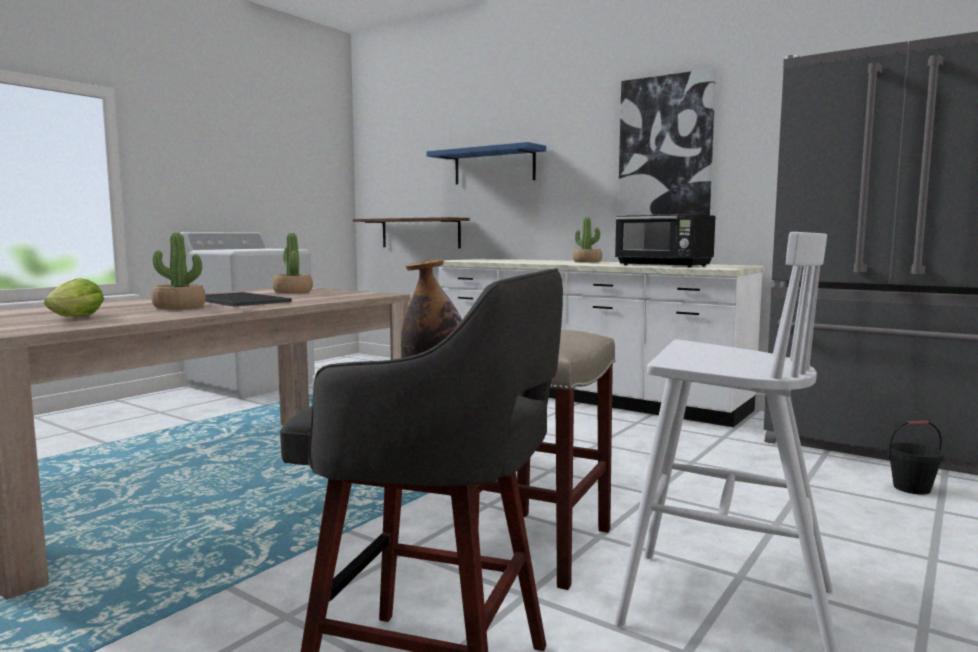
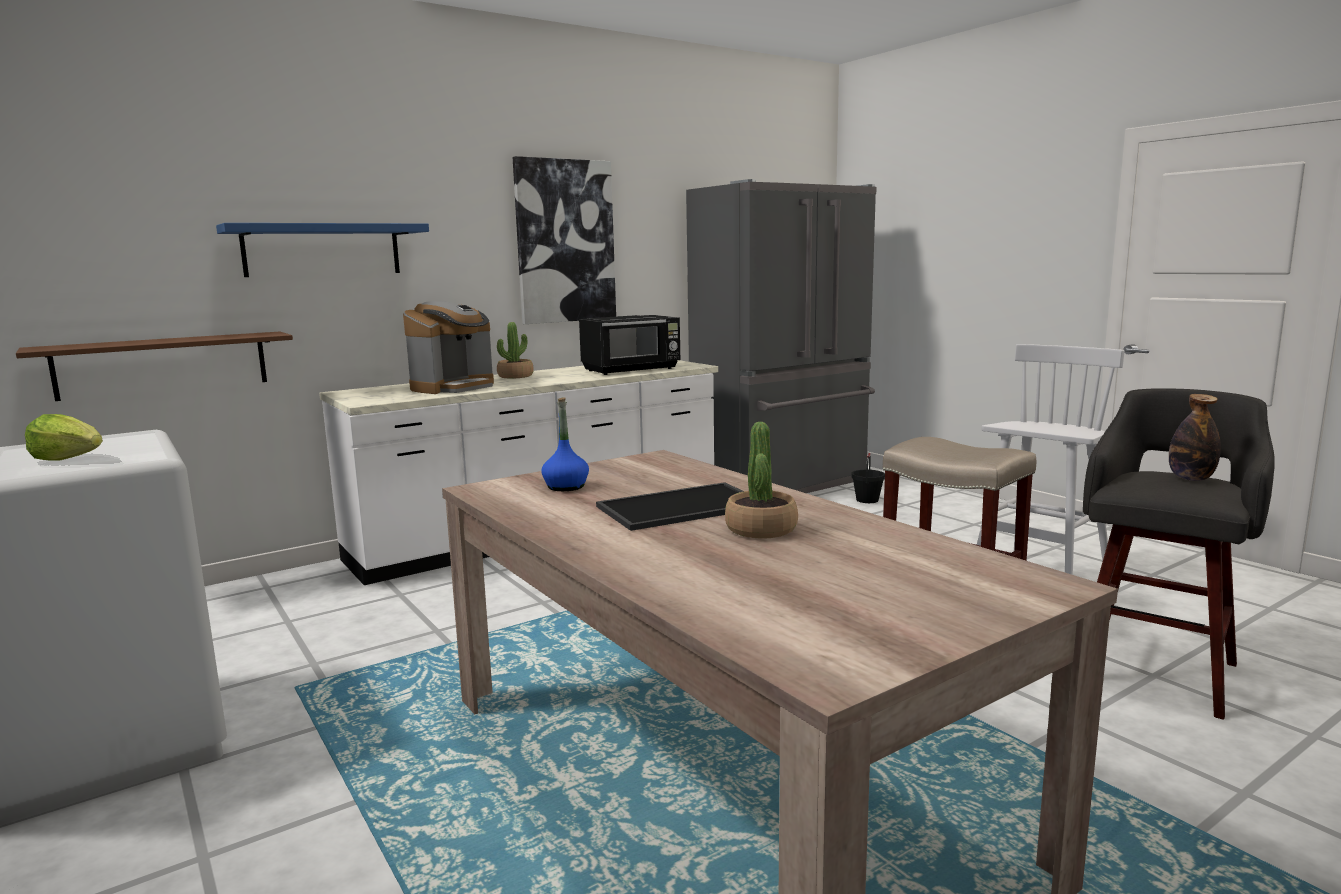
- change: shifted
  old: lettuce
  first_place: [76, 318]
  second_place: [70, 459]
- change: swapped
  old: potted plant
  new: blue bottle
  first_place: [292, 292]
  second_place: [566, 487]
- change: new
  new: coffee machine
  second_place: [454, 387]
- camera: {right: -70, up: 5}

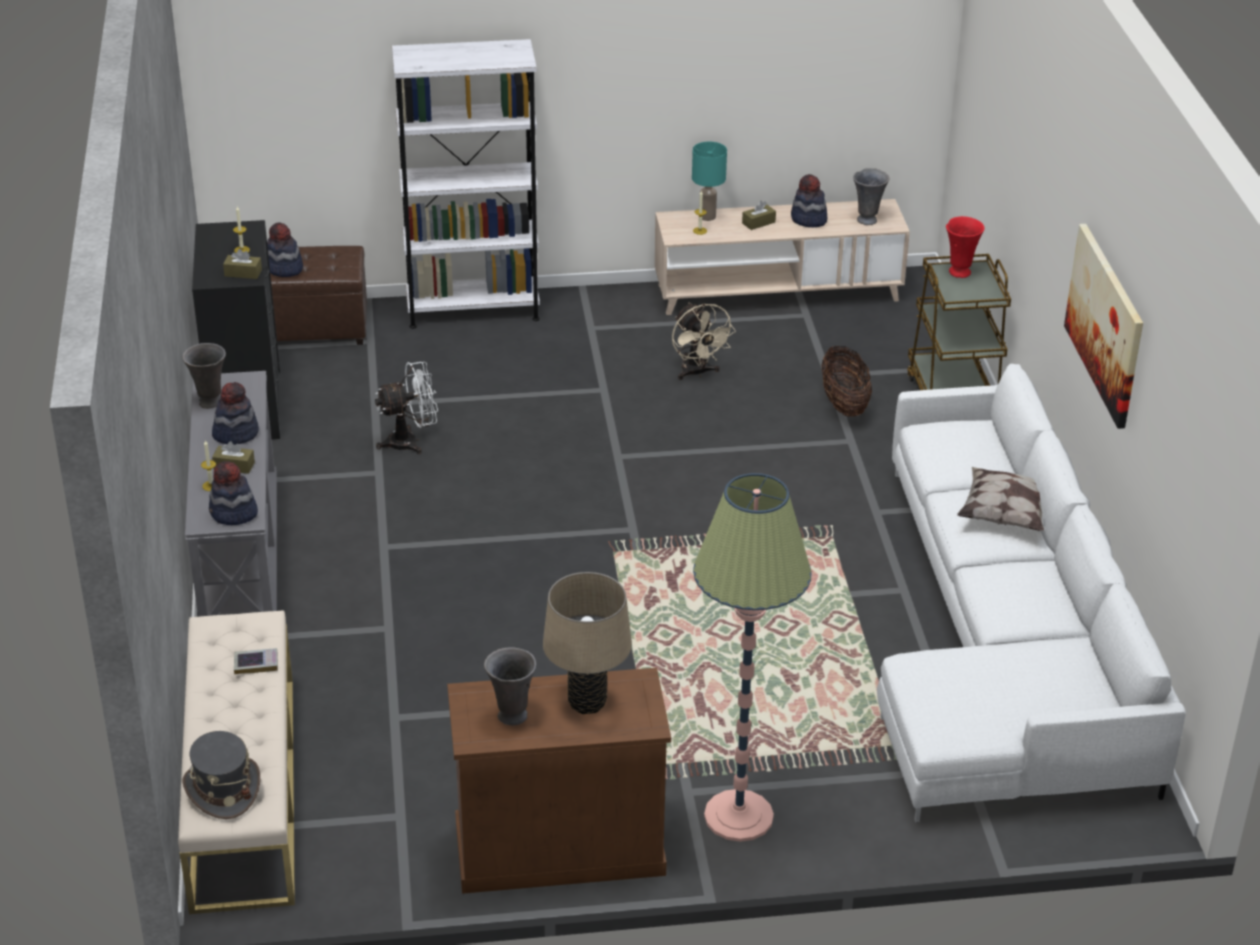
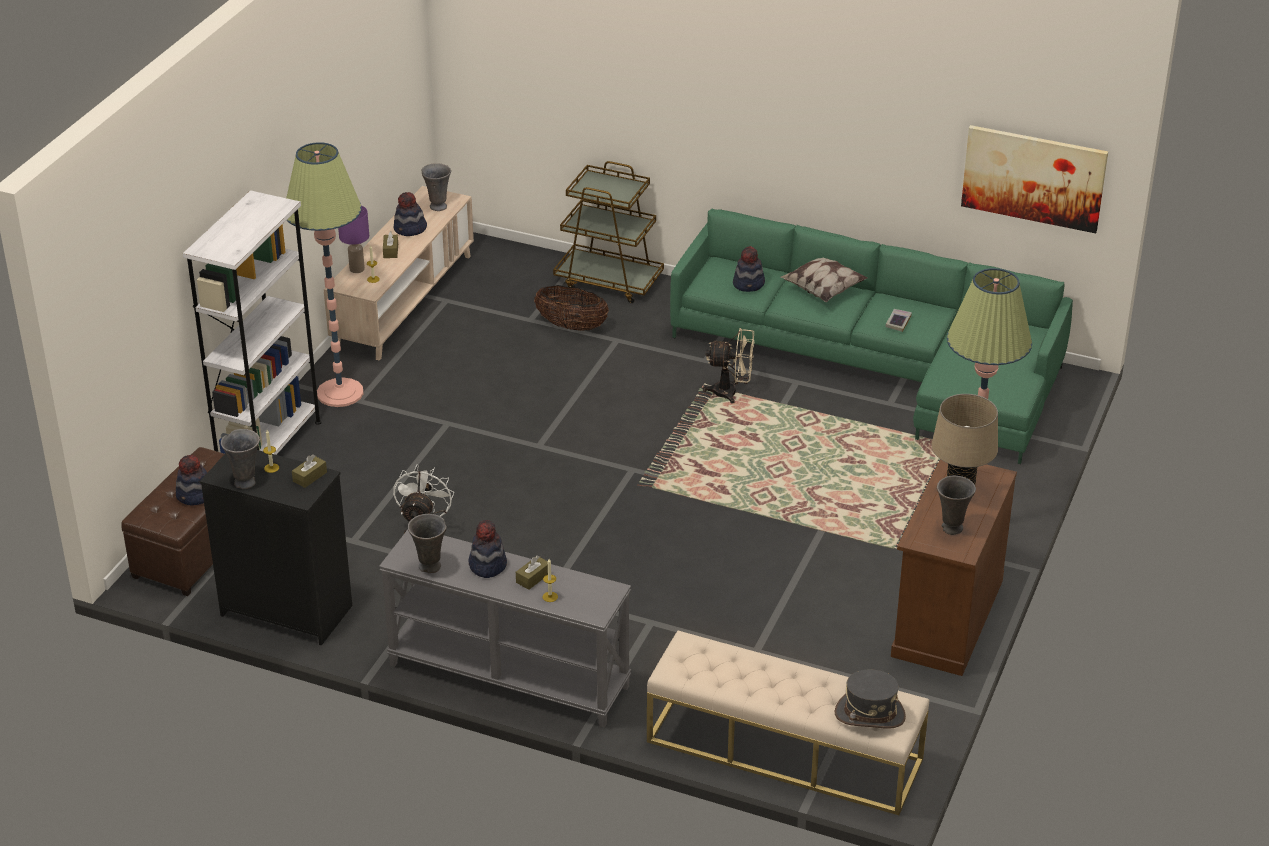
- change: shifted
  old: hat
  first_place: [233, 513]
  second_place: [749, 284]
- change: shifted
  old: book
  first_place: [256, 664]
  second_place: [898, 322]
- change: shifted
  old: beige fan
  first_place: [697, 373]
  second_place: [731, 392]
- change: repainted
  old: turquoise table lamp
  new: purple table lamp
  first_place: [707, 216]
  second_place: [356, 269]
- change: repainted
  old: white sofa
  new: green sofa
  first_place: [1003, 644]
  second_place: [881, 366]
- change: gone
  old: red vase
  first_place: [959, 271]
- change: shifted
  old: picture
  first_place: [1105, 324]
  second_place: [1033, 178]
- change: new
  new: grey vase
  second_place: [245, 482]
- change: new
  new: floor lamp
  second_place: [340, 393]
- camera: {right: -60, up: 0}

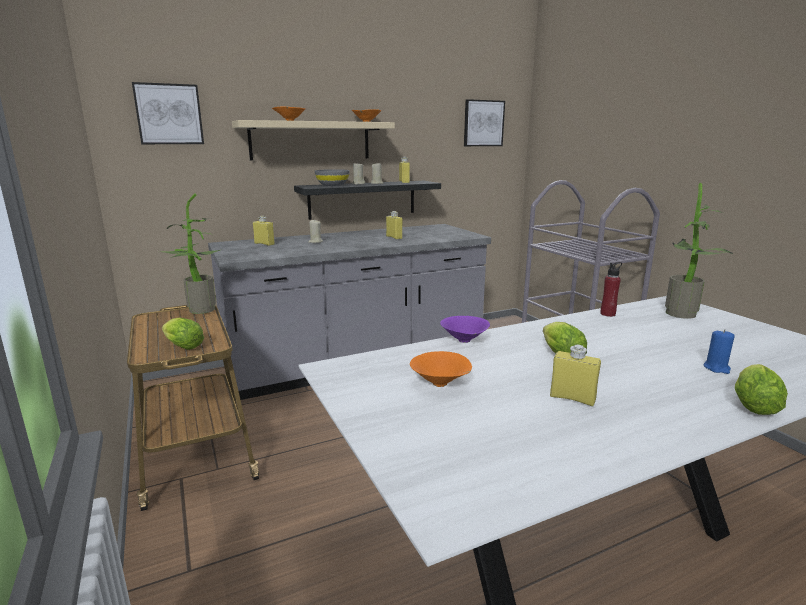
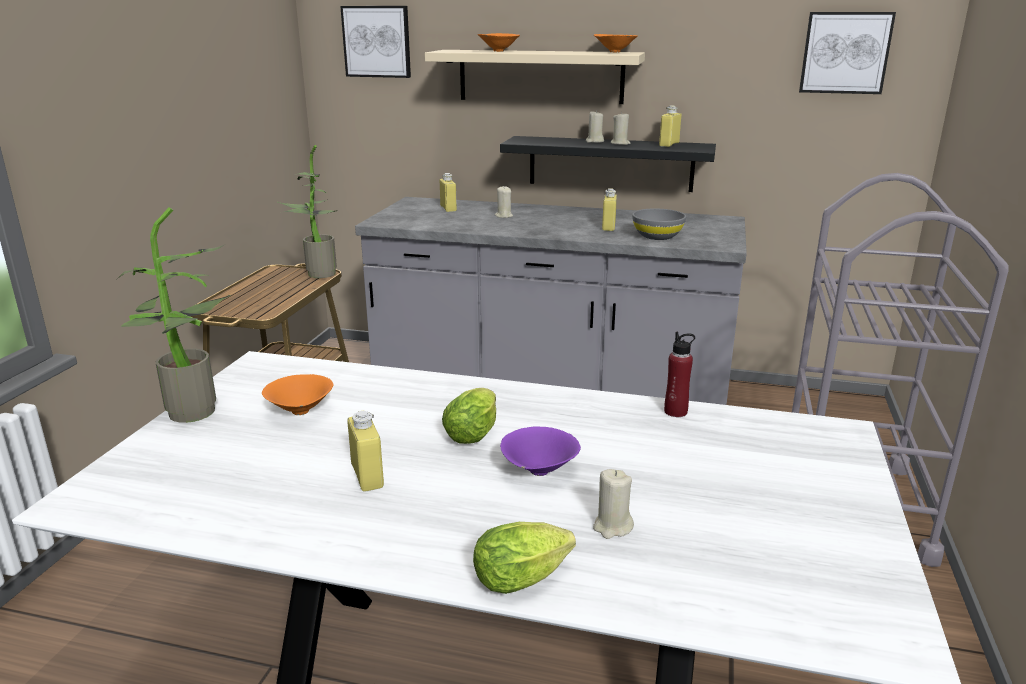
- change: gone
  old: lettuce
  first_place: [181, 346]
- change: shifted
  old: grey bowl
  first_place: [332, 185]
  second_place: [657, 236]
- change: shifted
  old: purple bowl
  first_place: [464, 341]
  second_place: [538, 472]
- change: shifted
  old: potted plant
  first_place: [686, 315]
  second_place: [190, 415]
- change: repainted
  old: blue candle
  new: beige candle
  first_place: [716, 368]
  second_place: [612, 527]
- camera: {right: 40, up: 5}

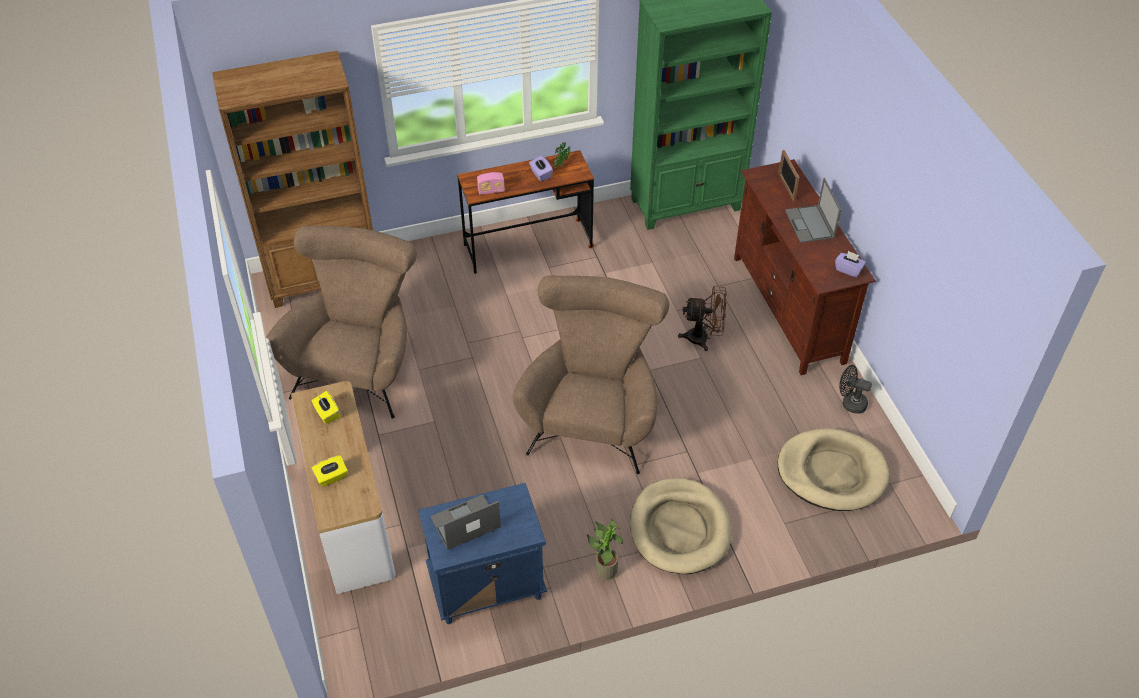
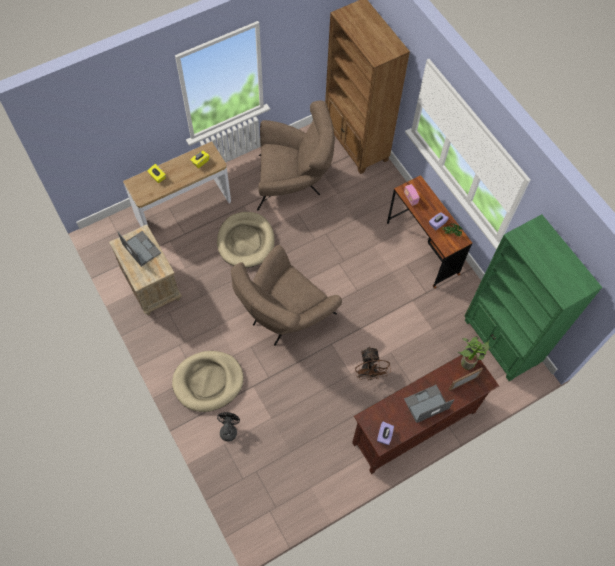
- change: repainted
  old: blue nightstand
  new: beige nightstand
  first_place: [485, 586]
  second_place: [151, 285]
- change: rotated
  old: brown armchair
  first_place: [592, 415]
  second_place: [284, 316]
  degrees: 135
- change: shifted
  old: potted plant
  first_place: [603, 569]
  second_place: [468, 361]
- change: shifted
  old: beige dog bed
  first_place: [832, 472]
  second_place: [246, 241]
- change: shifted
  old: black fan
  first_place: [850, 403]
  second_place: [228, 430]
- camera: {right: 75, up: 15}

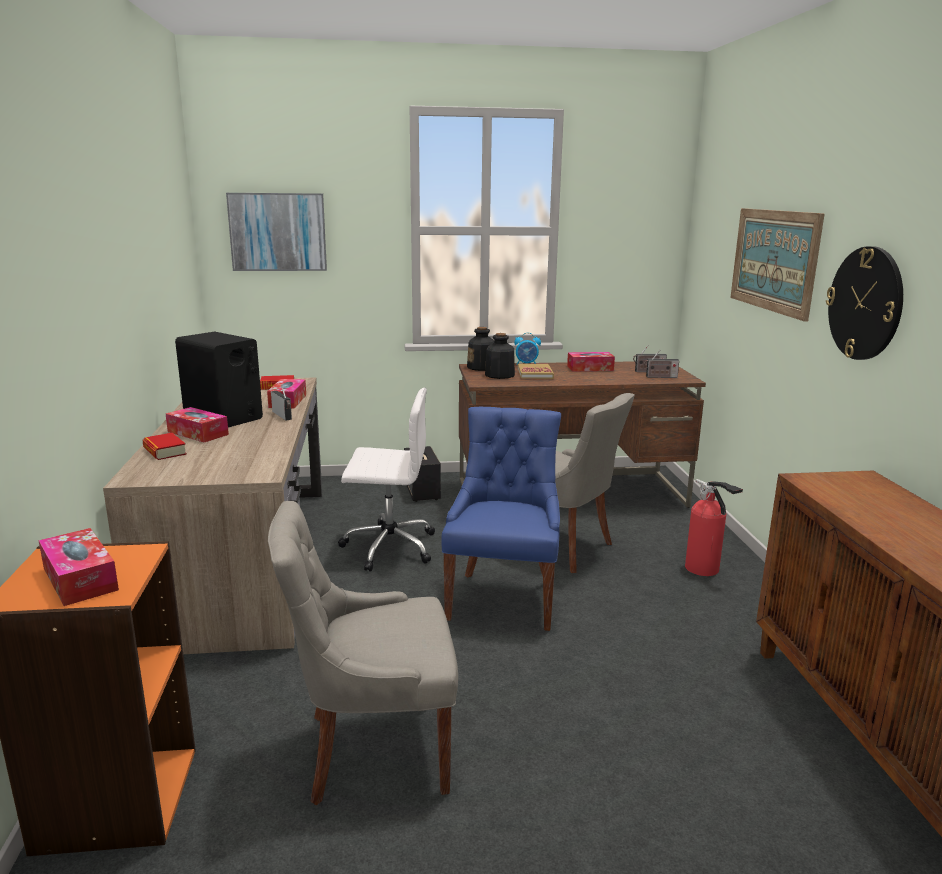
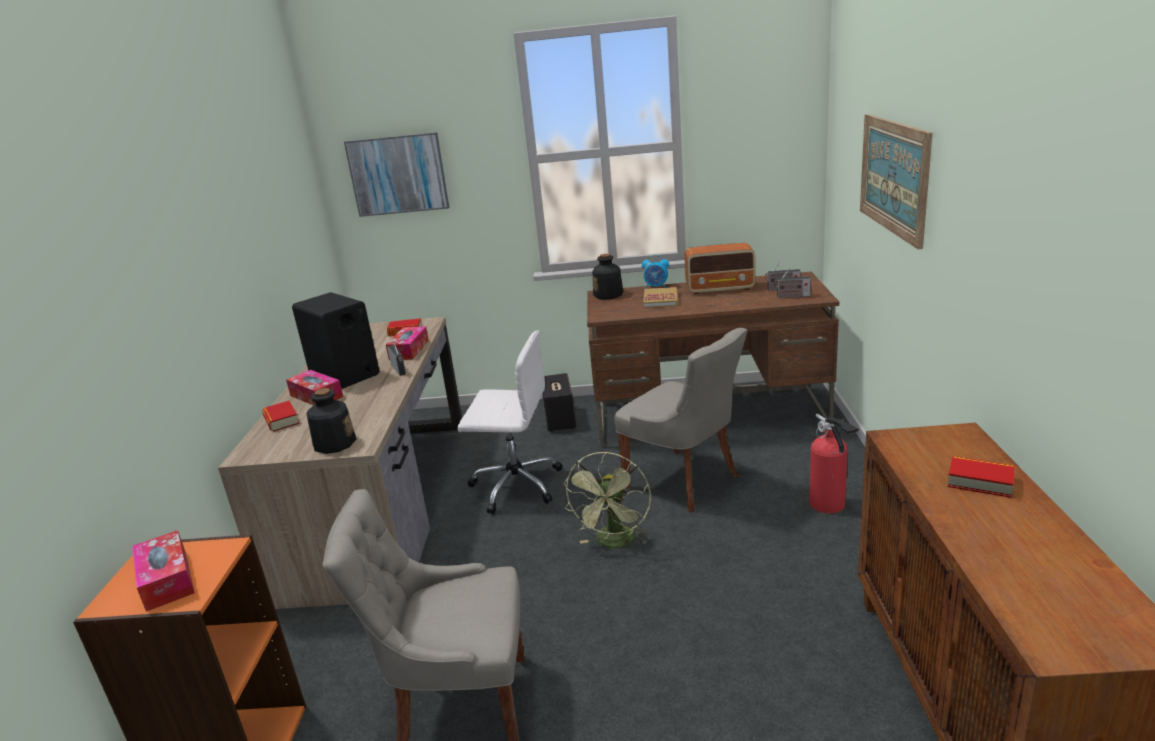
- change: swapped
  old: blue chair
  new: green fan
  first_place: [503, 598]
  second_place: [614, 543]
- change: shifted
  old: bottle
  first_place: [499, 375]
  second_place: [334, 443]
- change: swapped
  old: tissue box
  new: radio
  first_place: [590, 368]
  second_place: [721, 288]
- change: gone
  old: wall clock
  first_place: [865, 303]
- change: new
  new: book
  second_place: [980, 482]
- camera: {right: 10, up: 5}

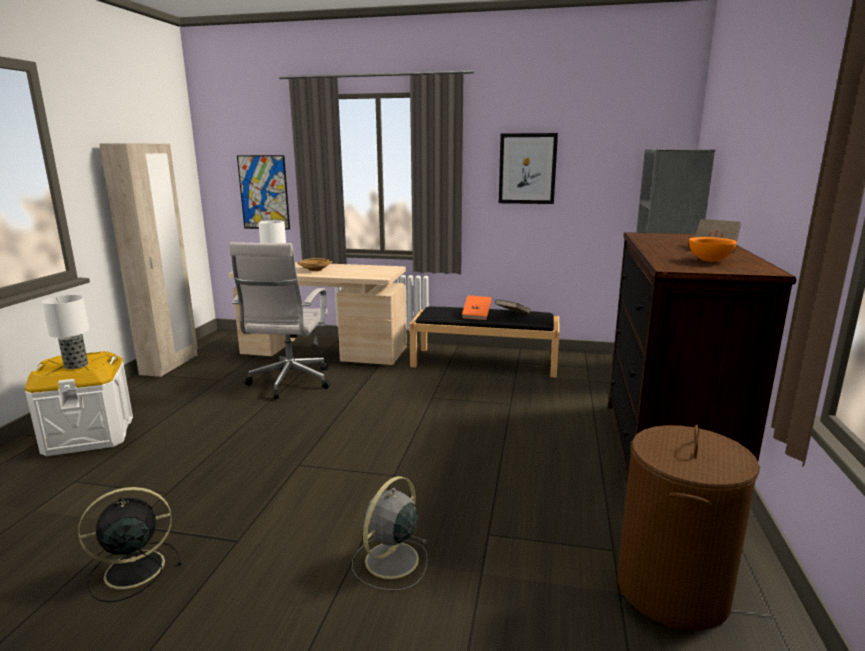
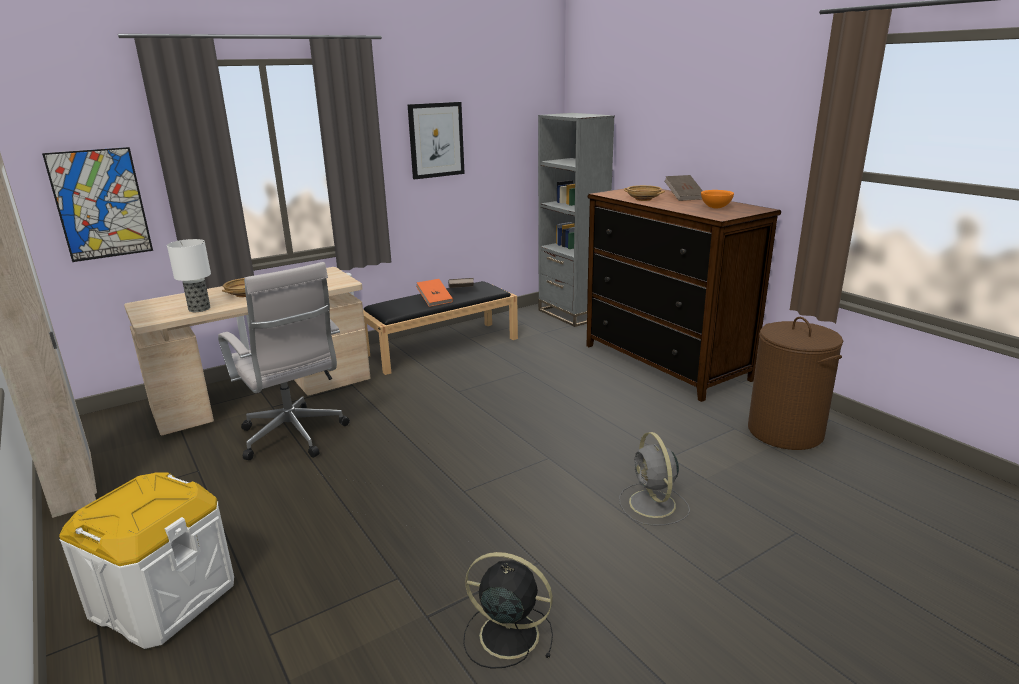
- change: gone
  old: table lamp
  first_place: [77, 365]
- change: rotated
  old: black fan
  first_place: [132, 570]
  second_place: [506, 634]
  degrees: 90
- change: new
  new: beige bowl
  second_place: [643, 199]
- camera: {right: -45, up: 5}

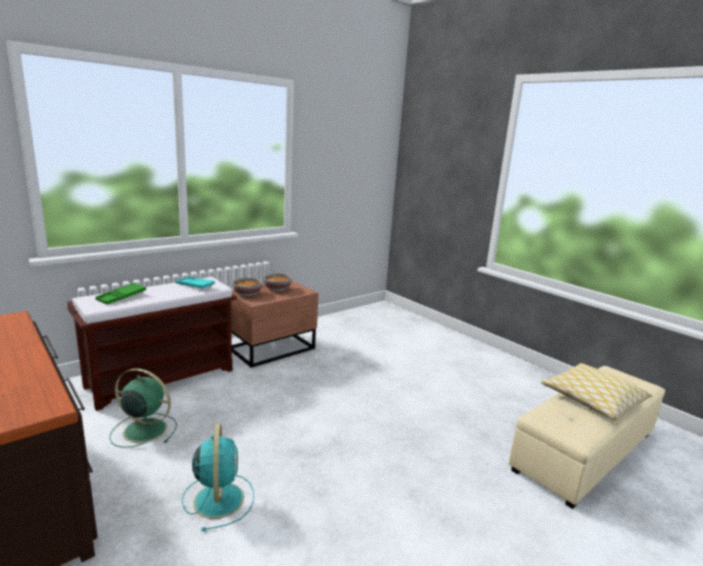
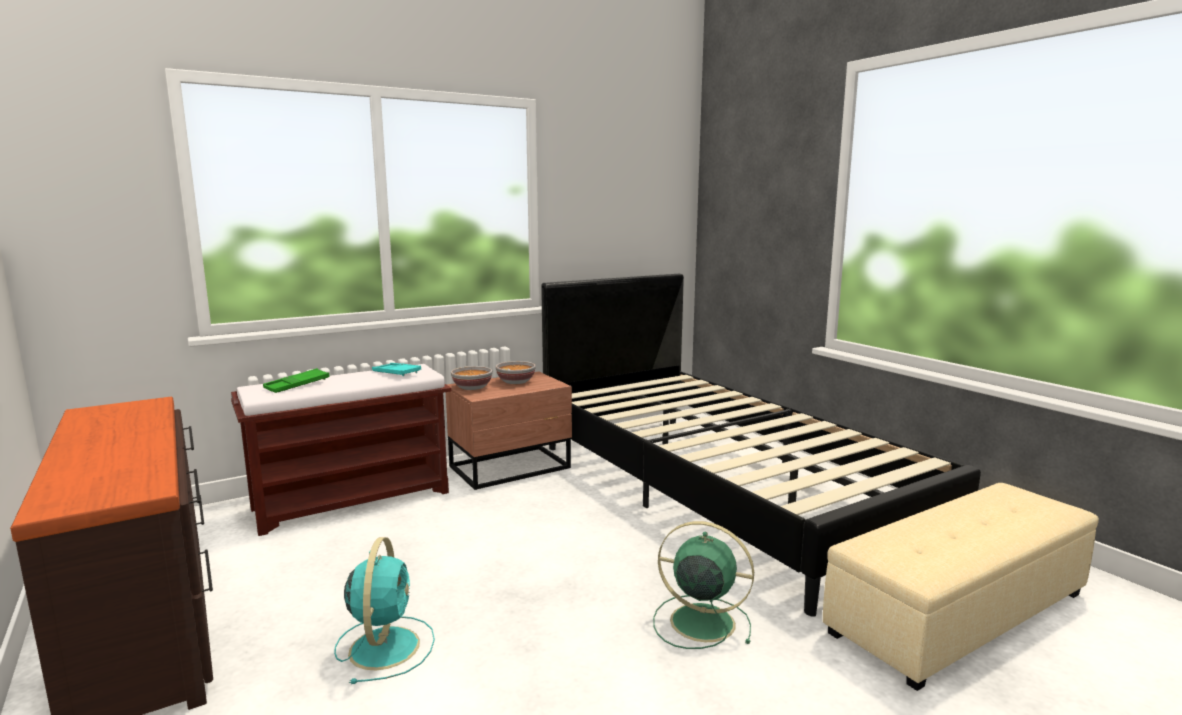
- change: shifted
  old: green fan
  first_place: [143, 430]
  second_place: [699, 622]
- change: gone
  old: pillow
  first_place: [592, 399]
- change: new
  new: black bed
  second_place: [720, 489]
- camera: {right: 10, up: -5}

